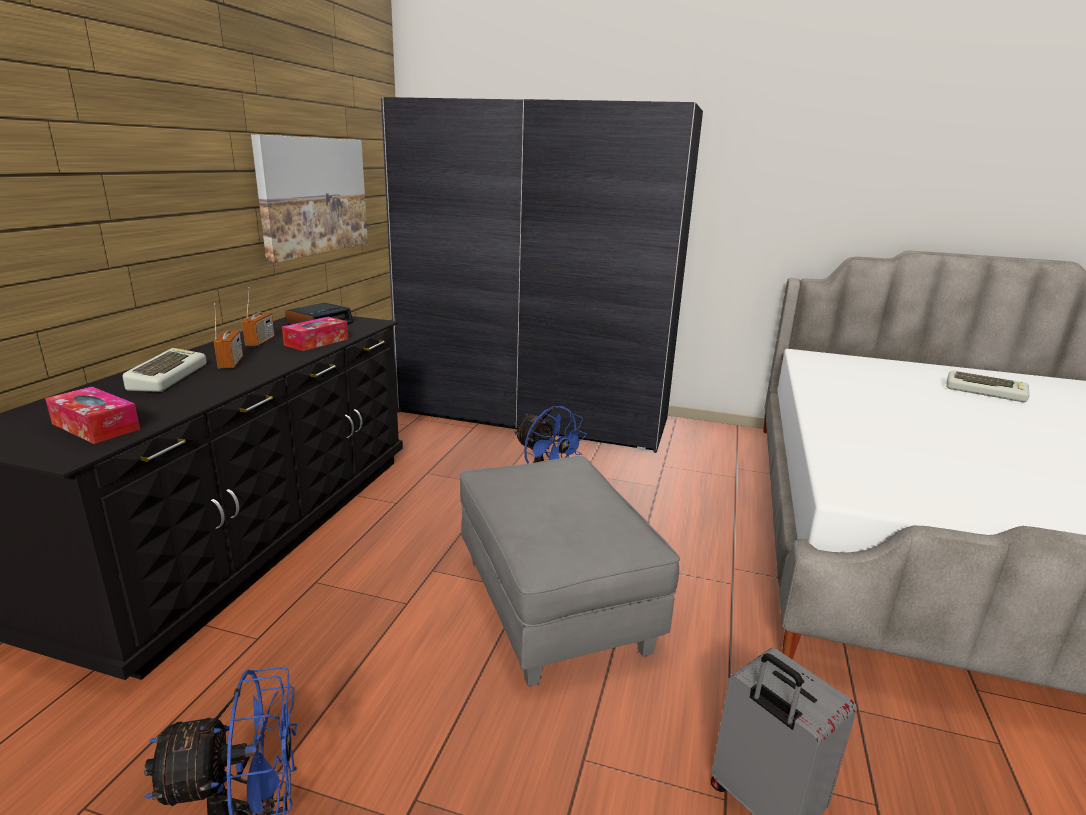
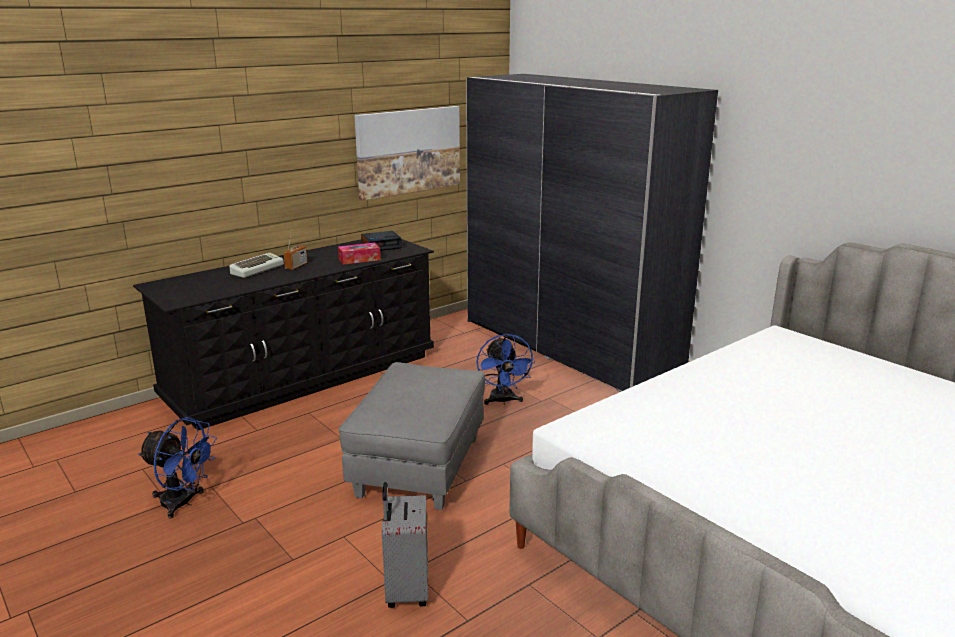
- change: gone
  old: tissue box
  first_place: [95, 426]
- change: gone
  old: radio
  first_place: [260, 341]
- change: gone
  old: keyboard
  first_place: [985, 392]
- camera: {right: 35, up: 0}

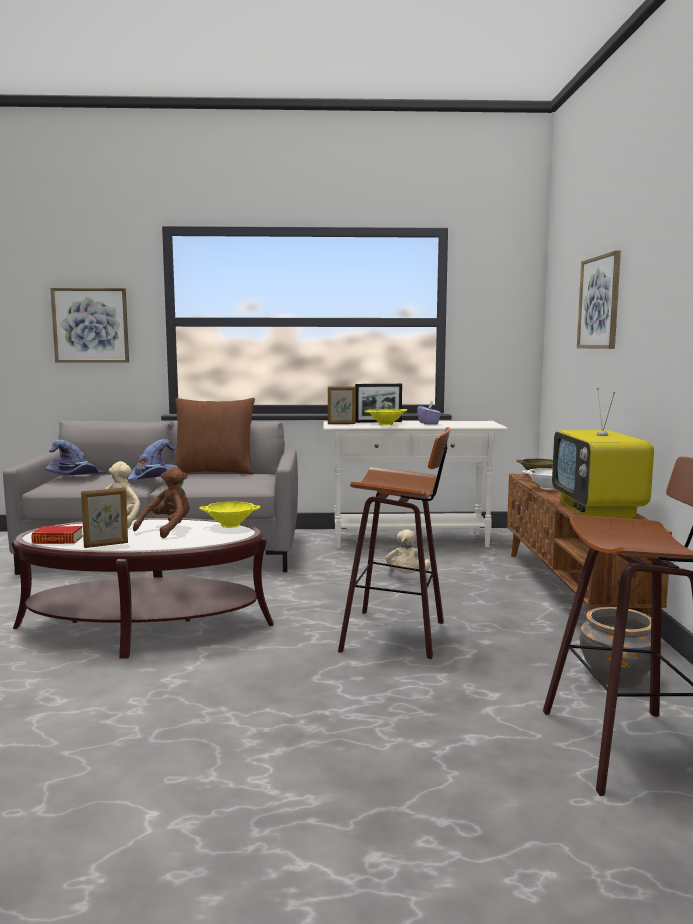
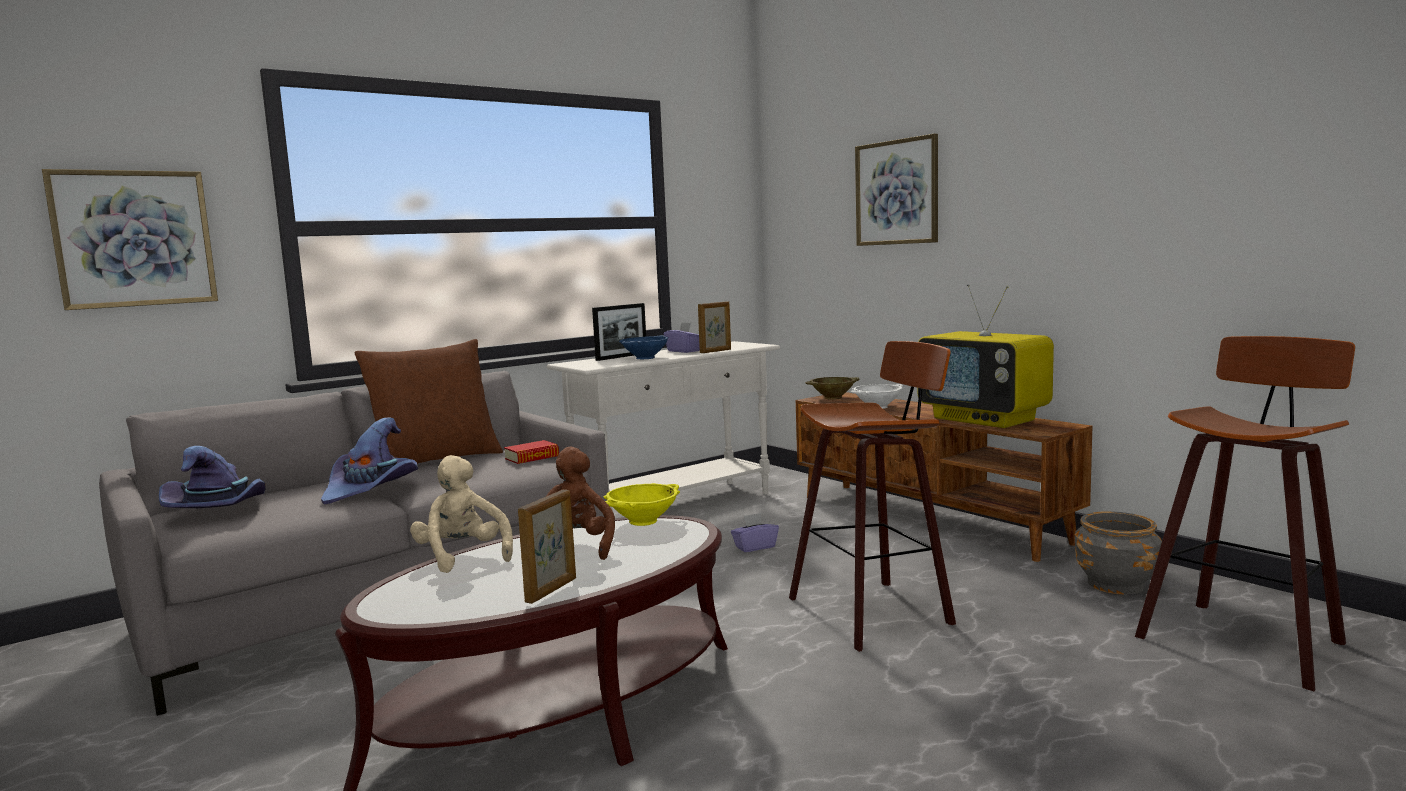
- change: shifted
  old: book
  first_place: [57, 540]
  second_place: [532, 457]
- change: shifted
  old: picture frame
  first_place: [341, 424]
  second_place: [716, 351]
- change: repainted
  old: yellow bowl
  new: blue bowl
  first_place: [386, 424]
  second_place: [645, 358]
- change: swapped
  old: beige plush toy
  new: purple tissue box
  first_place: [407, 577]
  second_place: [755, 547]
- camera: {right: -35, up: 0}

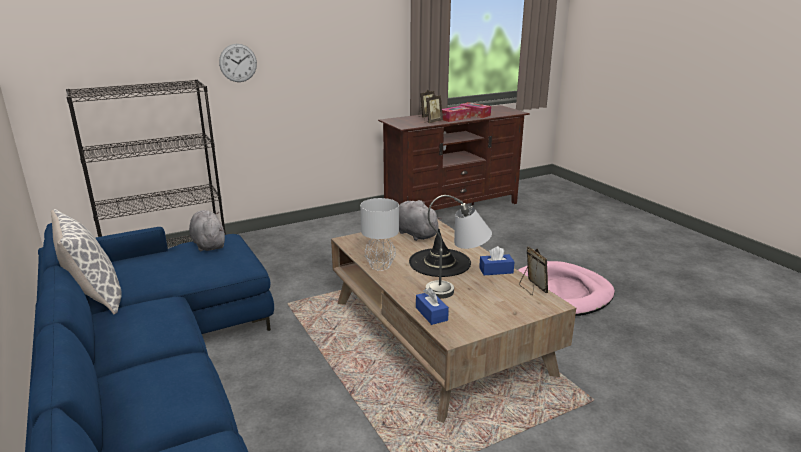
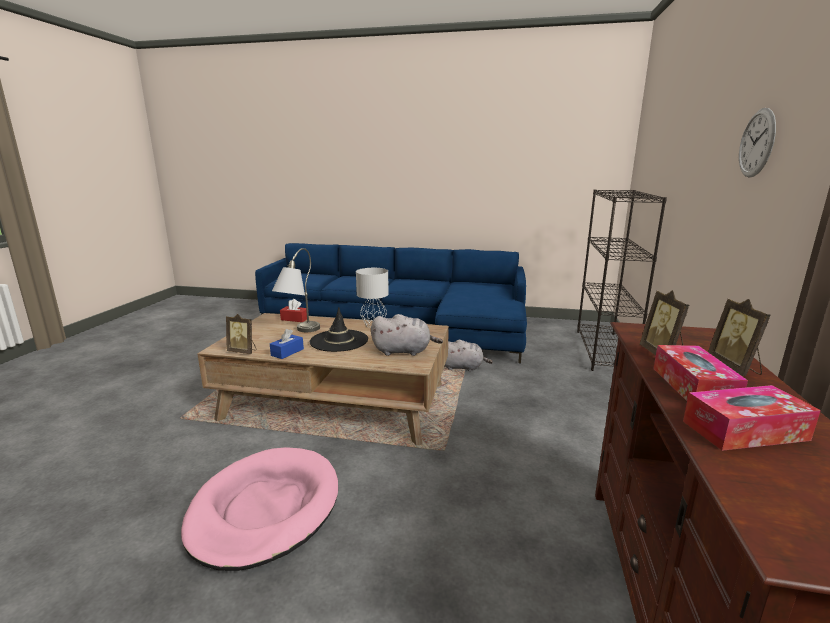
- change: gone
  old: pillow
  first_place: [95, 298]
- change: shifted
  old: grey plush toy
  first_place: [208, 244]
  second_place: [462, 367]
- change: shifted
  old: wall clock
  first_place: [238, 63]
  second_place: [757, 143]
- change: repainted
  old: blue tissue box
  new: red tissue box
  first_place: [431, 314]
  second_place: [294, 319]
- camera: {right: 130, up: -5}

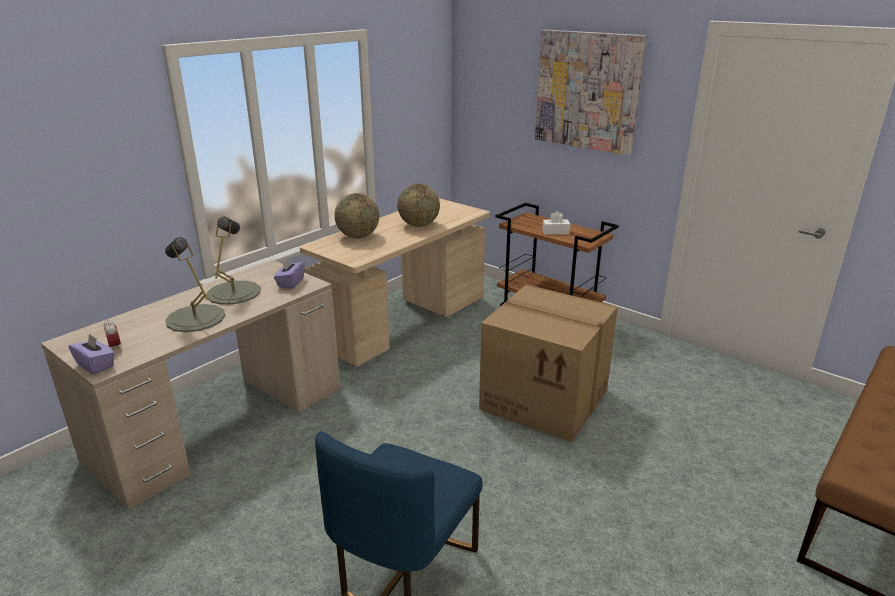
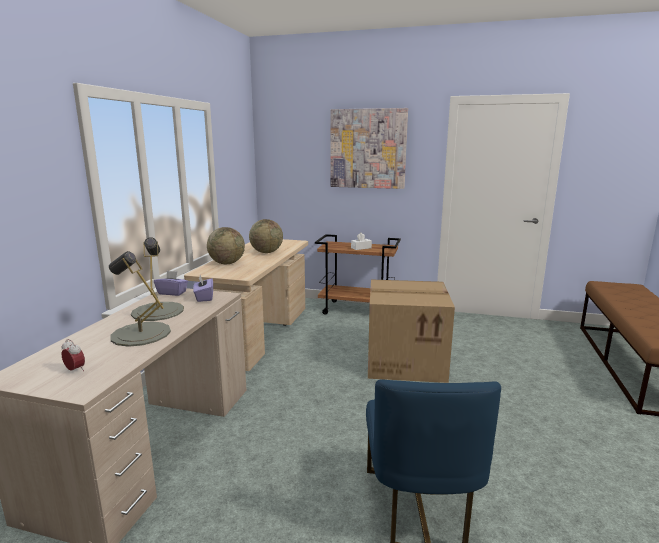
- change: shifted
  old: purple tissue box
  first_place: [96, 365]
  second_place: [172, 293]
- camera: {right: -25, up: -10}

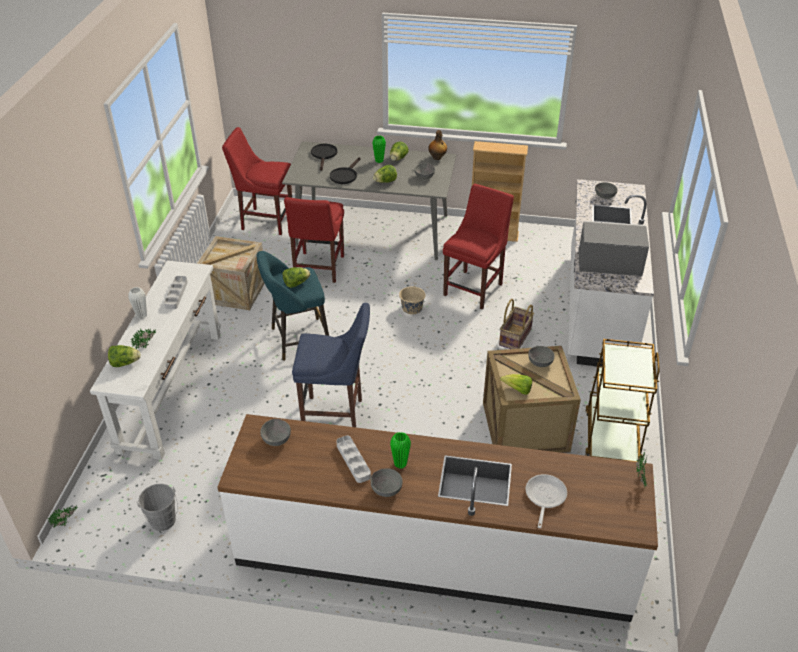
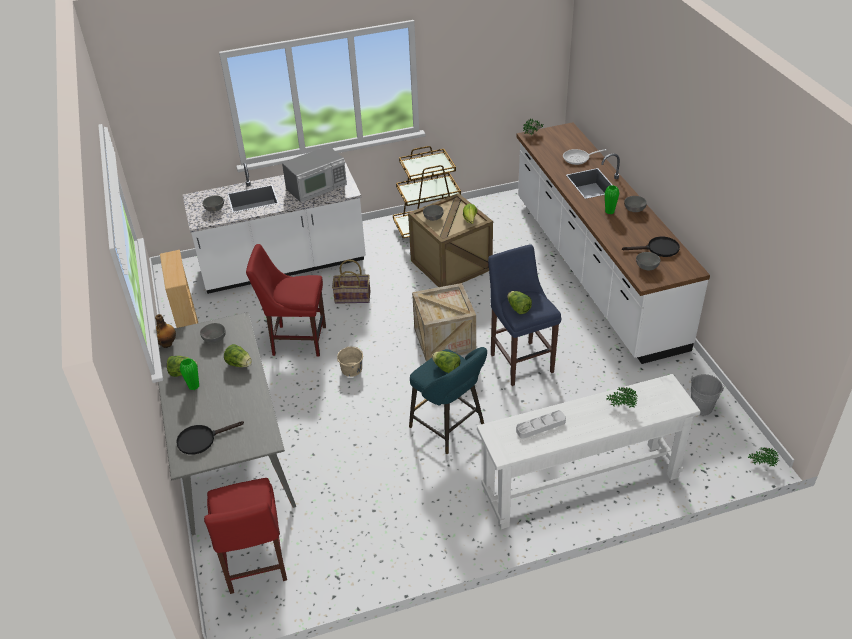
- change: shifted
  old: lettuce
  first_place: [125, 363]
  second_place: [518, 308]
- change: gone
  old: white vase
  first_place: [141, 315]
- change: shifted
  old: crate
  first_place: [235, 291]
  second_place: [444, 340]
- change: gone
  old: red chair
  first_place: [318, 269]
- change: shifted
  old: black frying pan
  first_place: [345, 175]
  second_place: [658, 249]
- change: gone
  old: grey tray
  first_place: [353, 461]
- change: rotated
  old: microwave
  first_place: [609, 262]
  second_place: [317, 187]
  degrees: -105
- camera: {right: -115, up: 0}

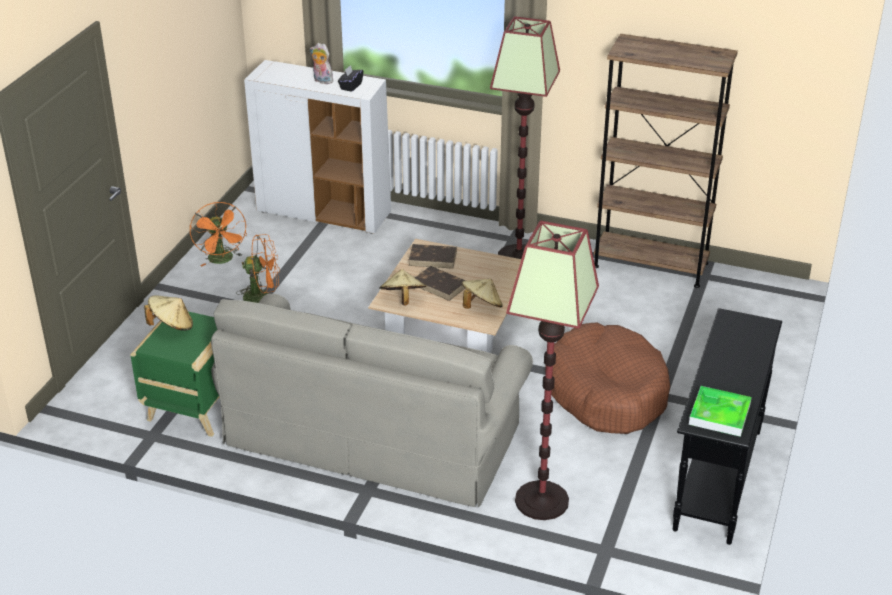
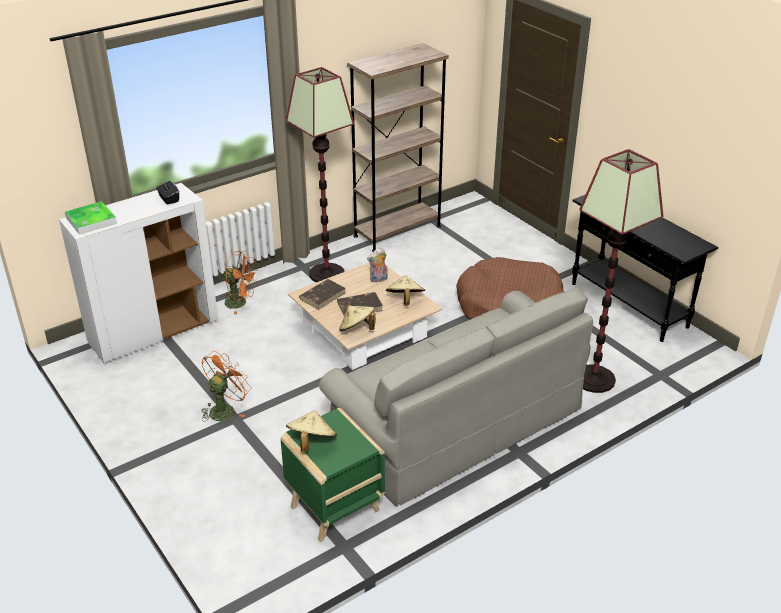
- change: shifted
  old: orange fan
  first_place: [222, 260]
  second_place: [240, 303]
- change: shifted
  old: plush toy
  first_place: [321, 81]
  second_place: [378, 279]
- change: shifted
  old: tray
  first_place: [719, 414]
  second_place: [91, 220]
- camera: {right: -55, up: 0}

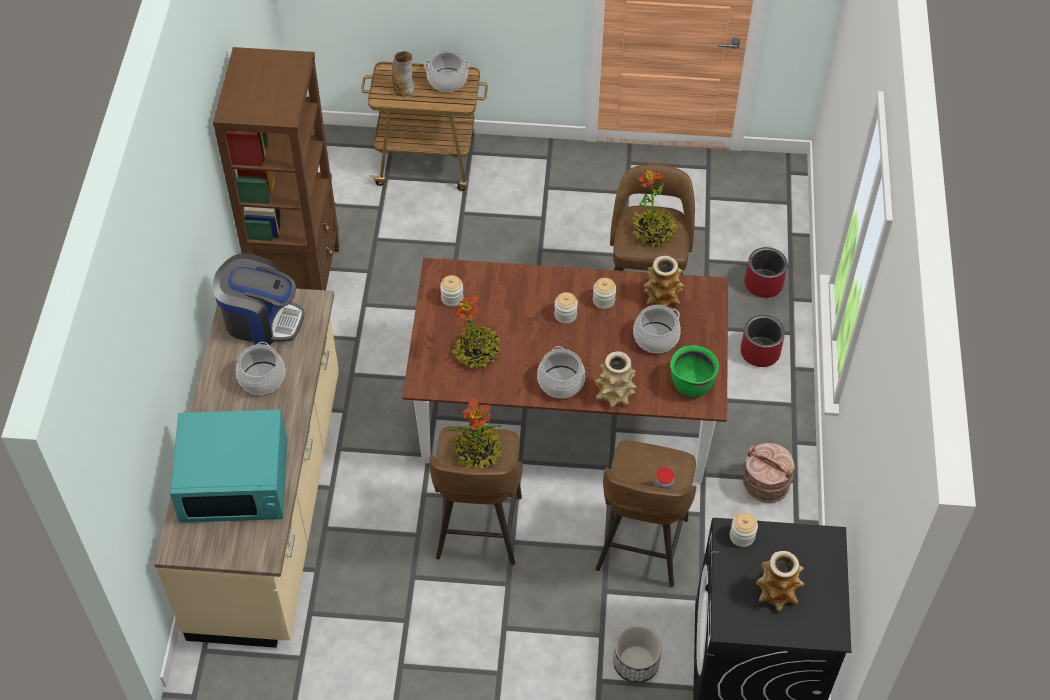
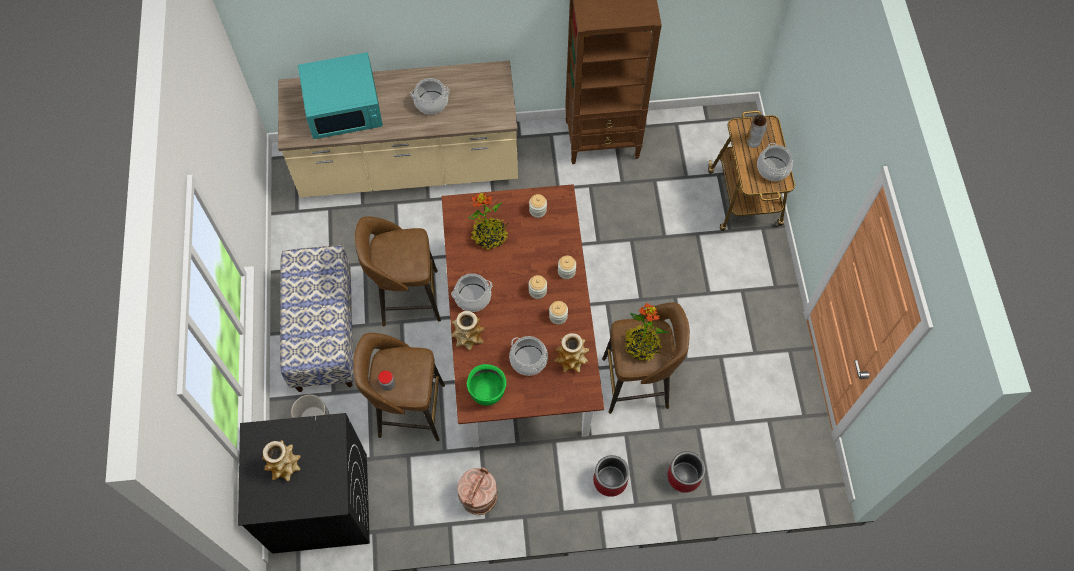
- change: rotated
  old: turquoise microwave
  first_place: [236, 481]
  second_place: [345, 108]
  degrees: -90
- change: gone
  old: coffee machine
  first_place: [261, 320]
- change: gone
  old: potted plant
  first_place: [477, 453]
- change: shifted
  old: jar
  first_place: [742, 536]
  second_place: [566, 271]
- change: new
  new: bench
  second_place: [323, 332]
- camera: {right: 80, up: 10}

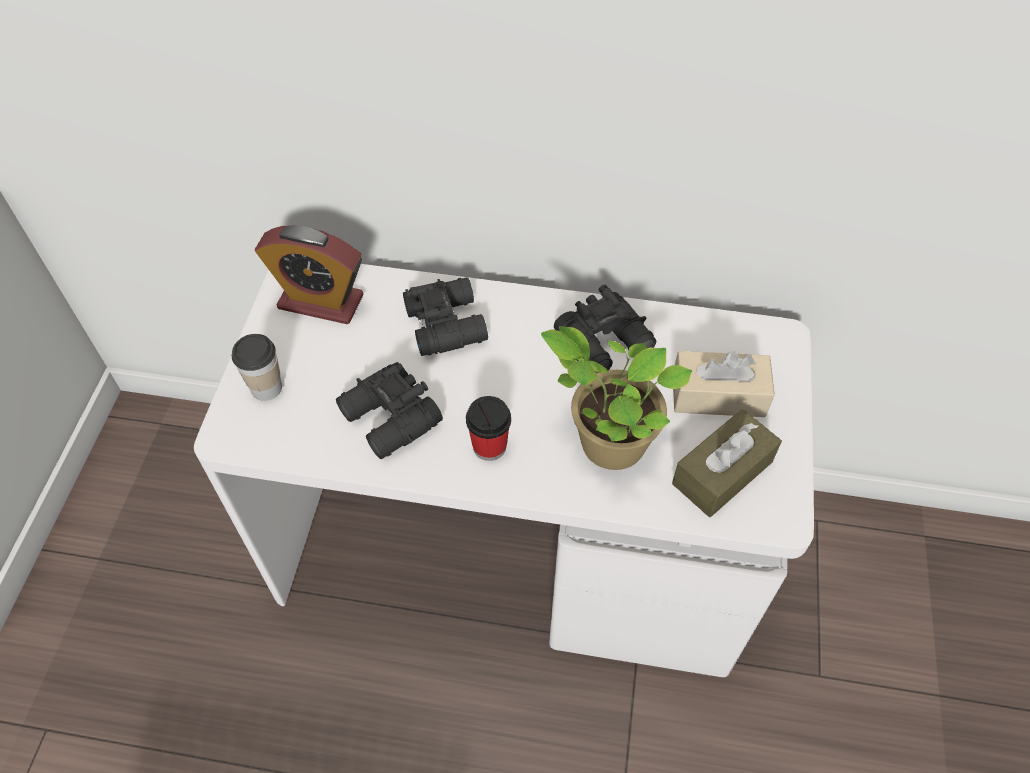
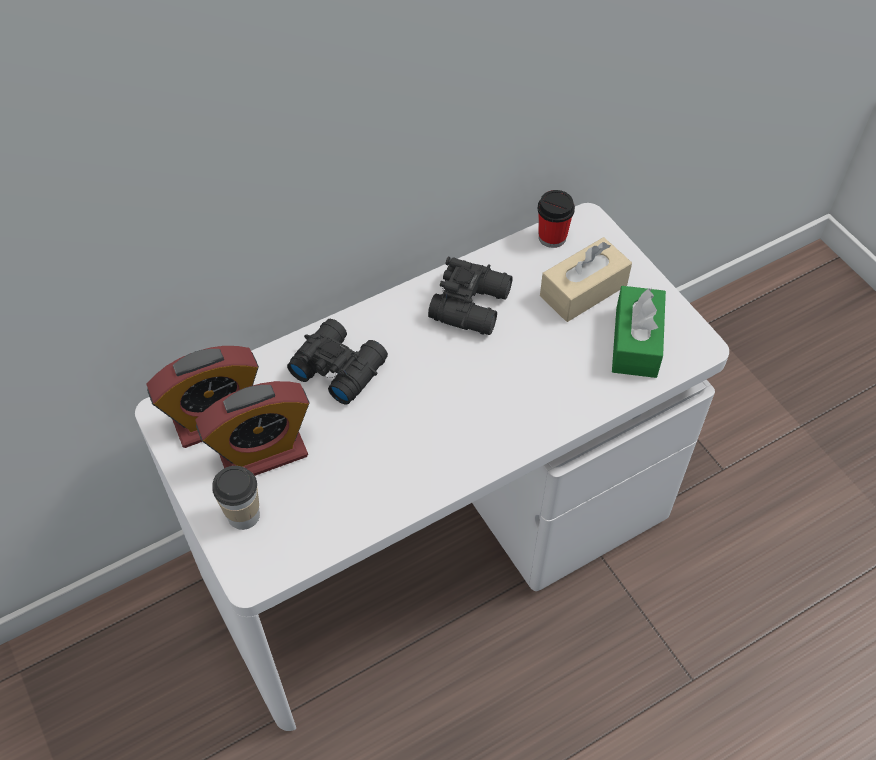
- change: gone
  old: black binoculars
  first_place: [389, 420]
- change: shifted
  old: cup
  first_place: [489, 446]
  second_place: [552, 237]
- change: gone
  old: potted plant
  first_place: [607, 442]
- change: repainted
  old: brown tissue box
  new: green tissue box
  first_place: [722, 473]
  second_place: [636, 342]
- change: new
  new: alarm clock
  second_place: [263, 453]
- camera: {right: -40, up: 0}

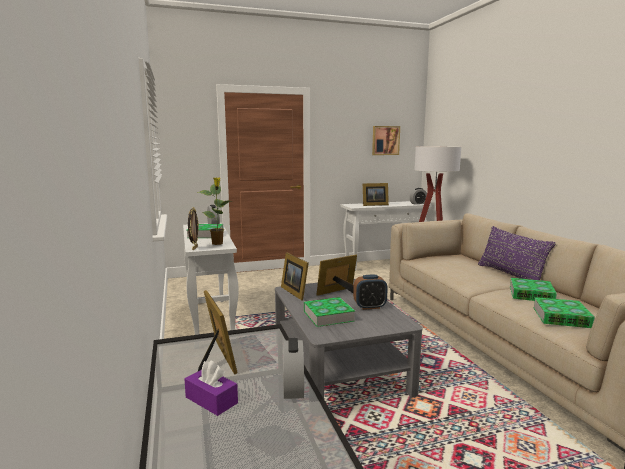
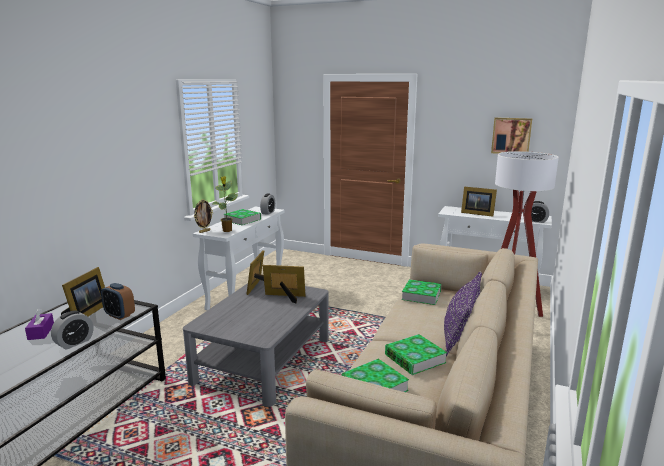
- change: shifted
  old: book
  first_place: [328, 316]
  second_place: [421, 295]
- change: shifted
  old: alarm clock
  first_place: [369, 307]
  second_place: [119, 315]
- camera: {right: 40, up: 5}

